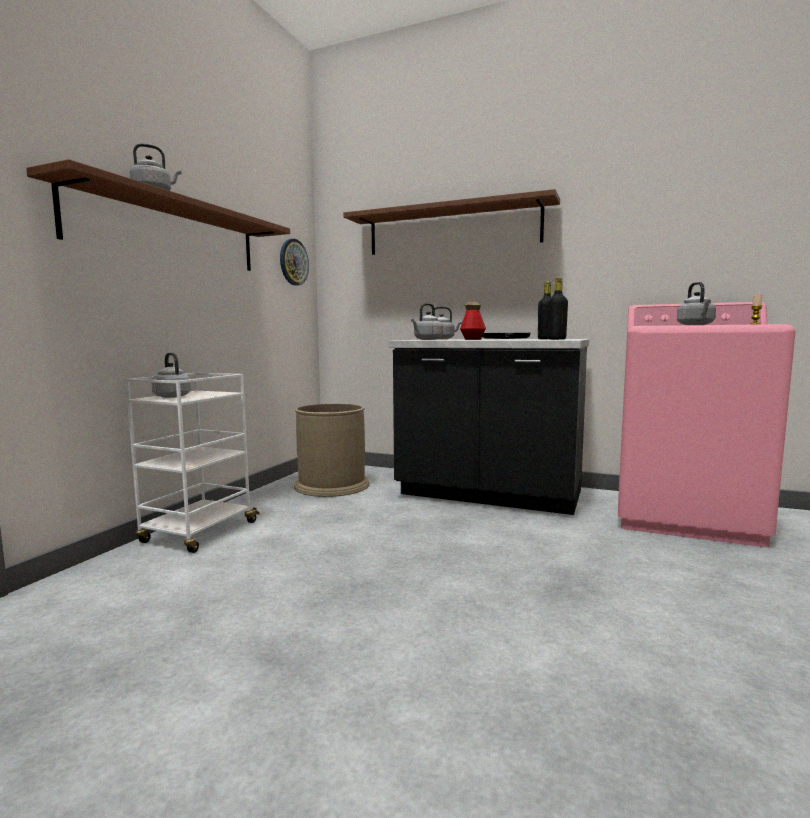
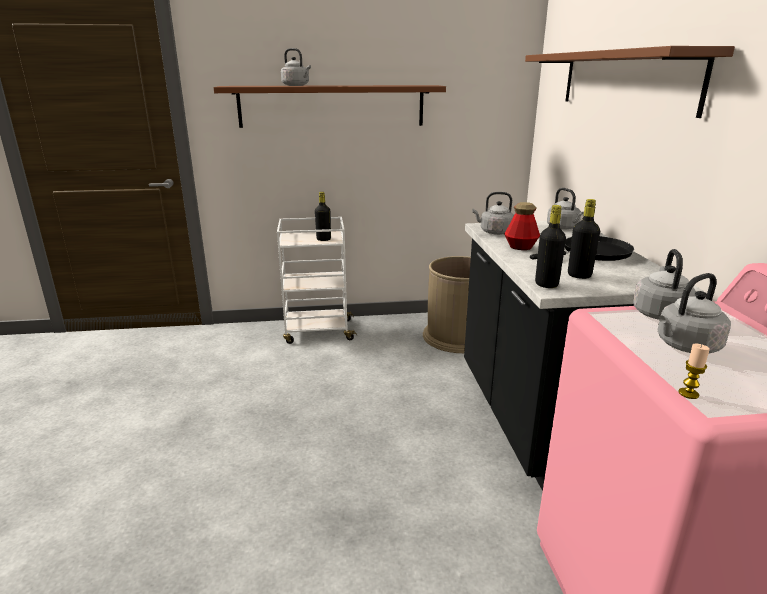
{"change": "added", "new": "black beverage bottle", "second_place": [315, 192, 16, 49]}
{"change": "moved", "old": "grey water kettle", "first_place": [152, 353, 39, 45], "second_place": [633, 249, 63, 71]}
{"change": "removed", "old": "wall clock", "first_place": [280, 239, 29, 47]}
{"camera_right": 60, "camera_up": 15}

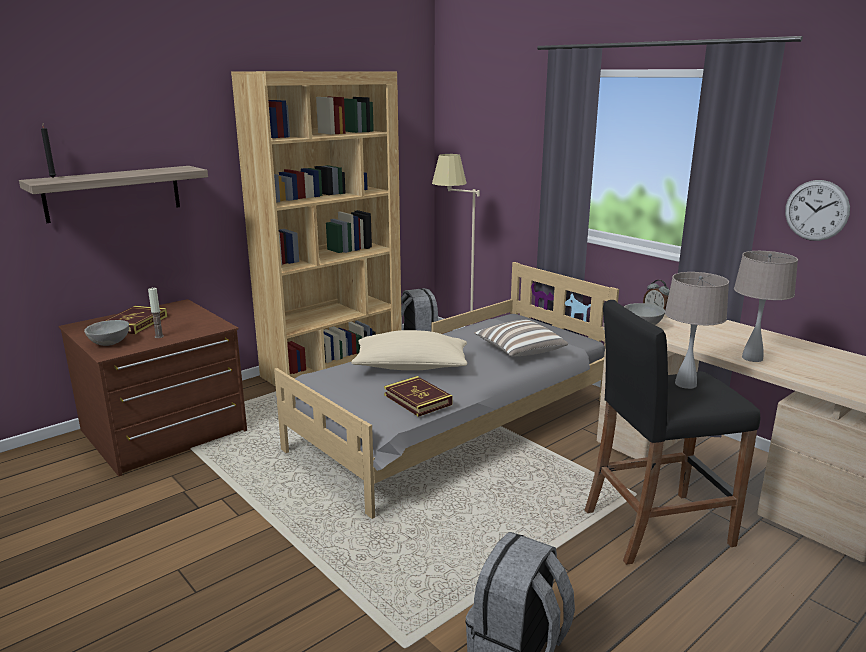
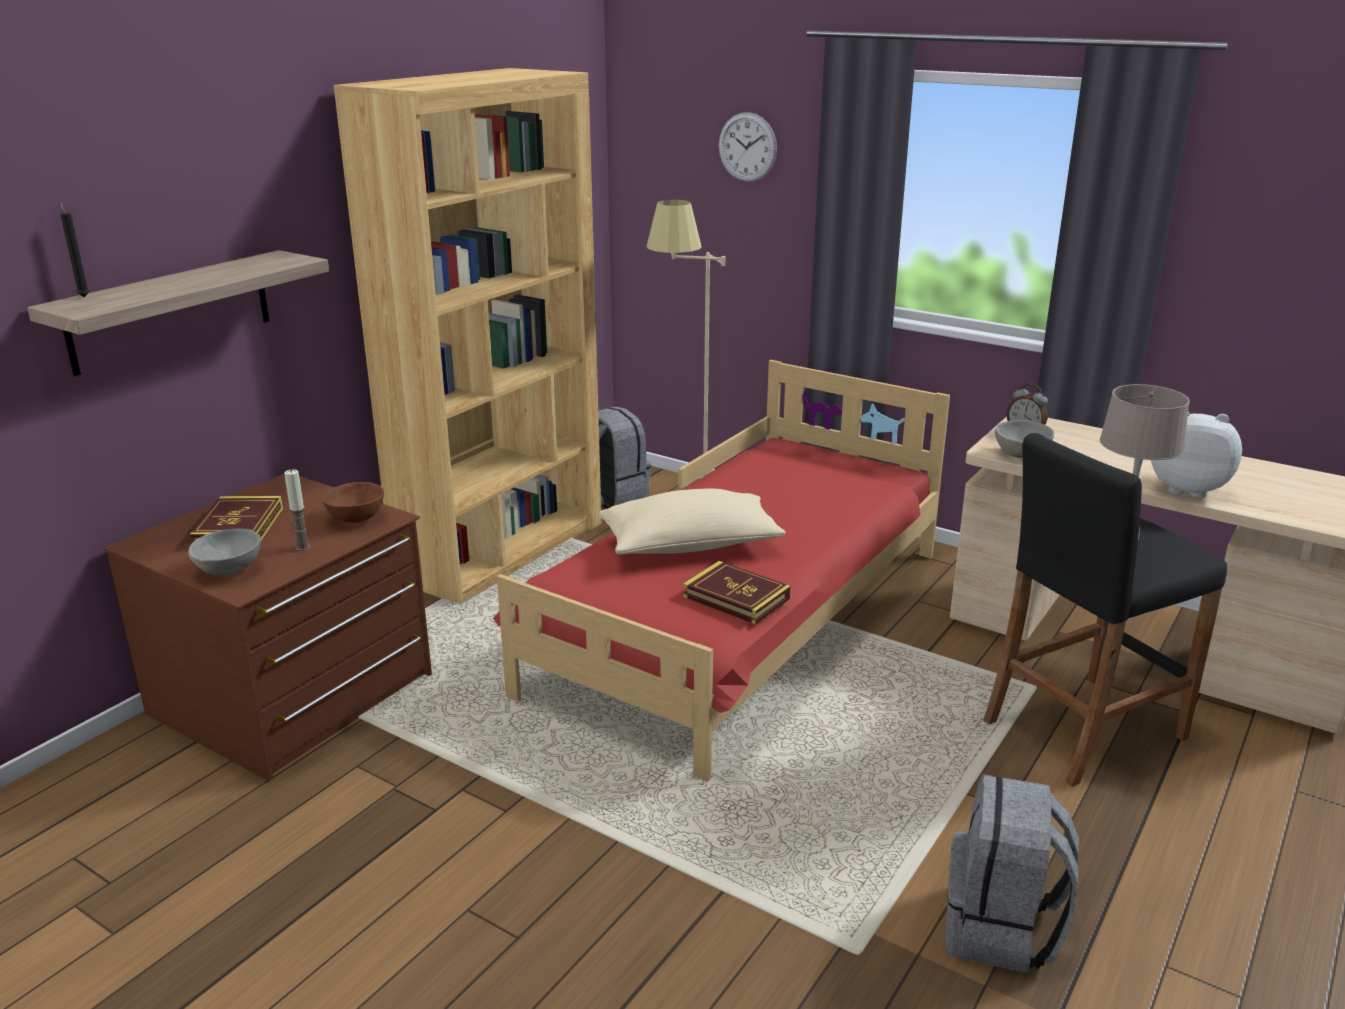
{"change": "added", "new": "brownish serving bowl", "second_place": [321, 482, 63, 41]}
{"change": "recoloured", "old": "grey sleeping bed", "new": "red-coloured sleeping bed", "first_place": [274, 262, 345, 257], "second_place": [493, 360, 457, 422]}
{"change": "moved", "old": "wall clock", "first_place": [785, 180, 65, 61], "second_place": [719, 112, 58, 70]}
{"change": "replaced", "old": "sand-coloured table lamp", "new": "soft toy", "first_place": [734, 251, 64, 111], "second_place": [1151, 412, 91, 86]}
{"change": "removed", "old": "cushion", "first_place": [474, 320, 94, 37]}
{"camera_right": -15, "camera_up": 5}

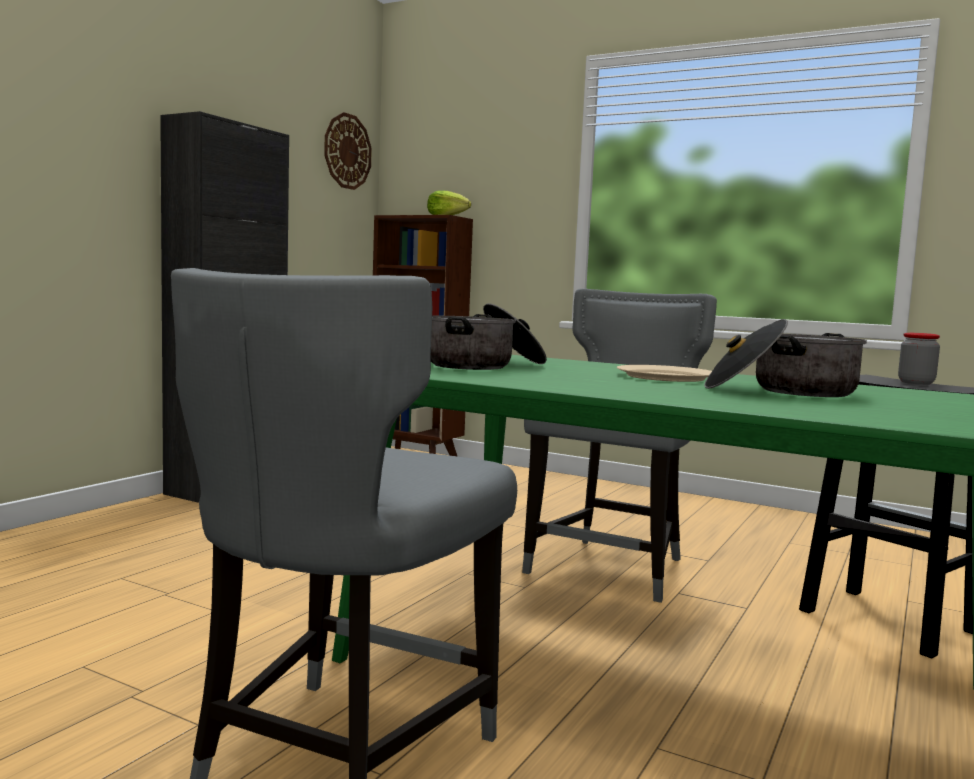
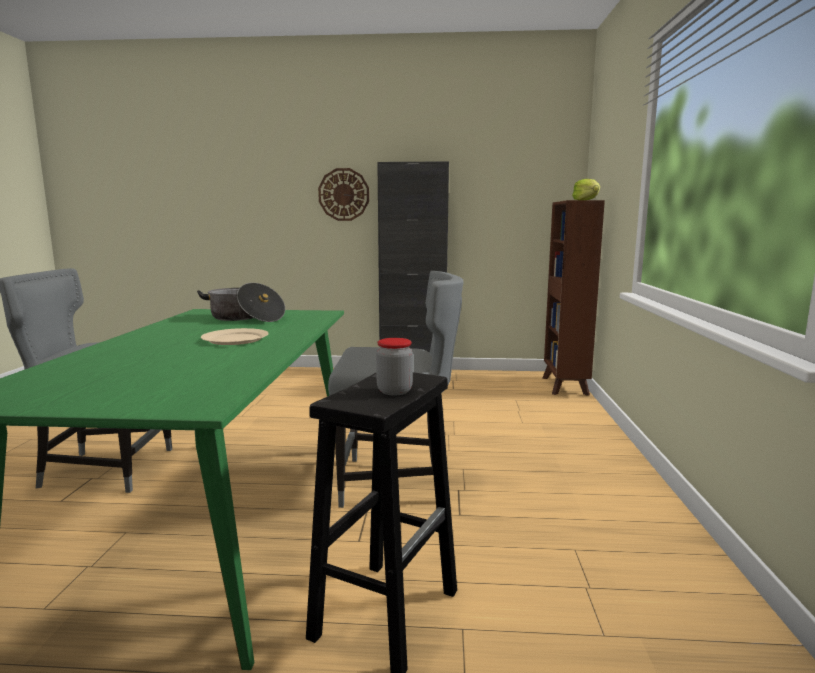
{"change": "moved", "old": "wall clock", "first_place": [324, 112, 48, 78], "second_place": [318, 168, 51, 53]}
{"change": "removed", "old": "saucepot", "first_place": [704, 319, 163, 78]}
{"camera_right": 65, "camera_up": 5}

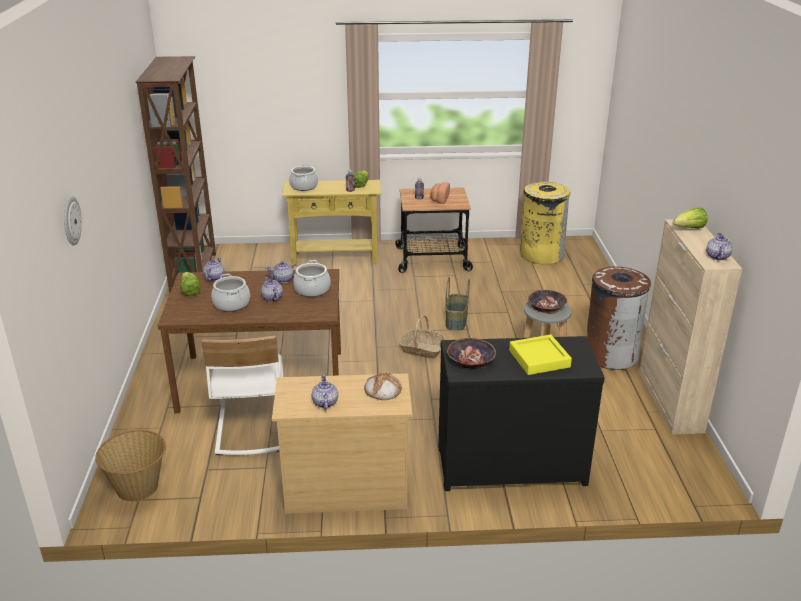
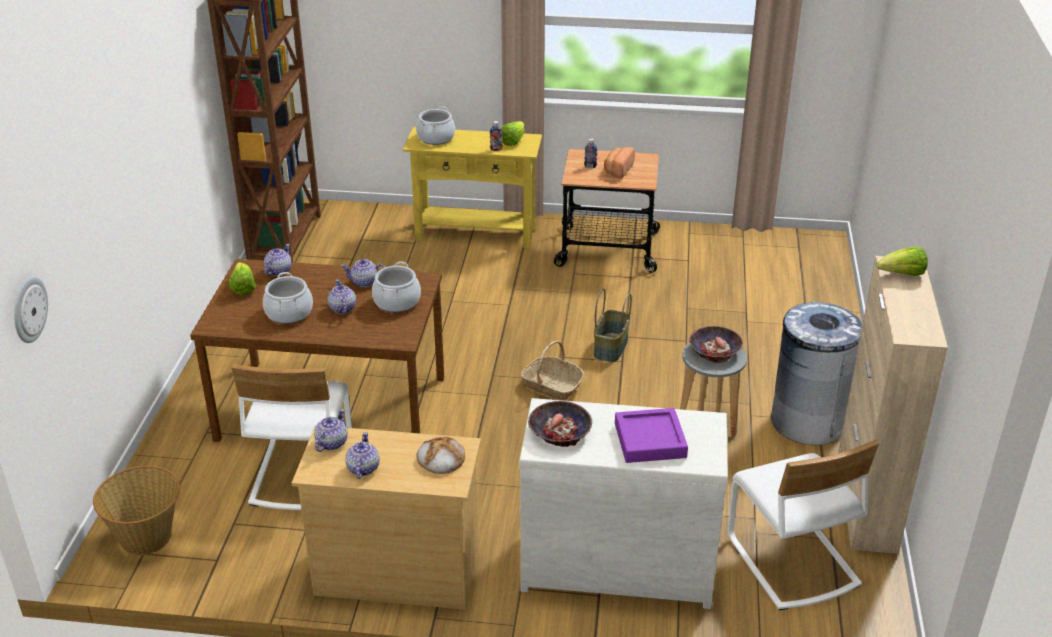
{"change": "moved", "old": "wall clock", "first_place": [64, 196, 18, 49], "second_place": [14, 277, 34, 66]}
{"change": "moved", "old": "teapot", "first_place": [706, 233, 27, 27], "second_place": [314, 409, 34, 43]}
{"change": "recoloured", "old": "black drawer chest", "new": "whitish drawer chest", "first_place": [438, 336, 167, 155], "second_place": [519, 398, 209, 211]}
{"change": "recoloured", "old": "yellow-coloured serving tray", "new": "purplish serving tray", "first_place": [509, 335, 63, 40], "second_place": [615, 408, 73, 55]}
{"change": "added", "new": "whitish upright chair", "second_place": [728, 440, 151, 170]}
{"change": "recoloured", "old": "brownish trash can", "new": "grey trash can", "first_place": [587, 266, 64, 104], "second_place": [771, 302, 91, 143]}
{"change": "removed", "old": "yellow-coloured trash can", "first_place": [520, 182, 50, 83]}
{"camera_right": 10, "camera_up": 5}

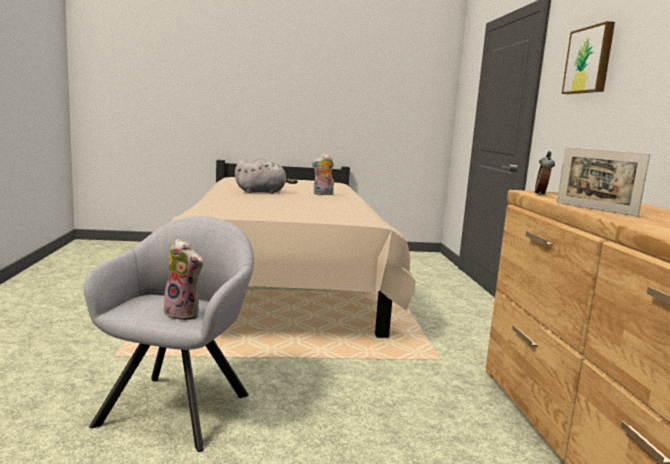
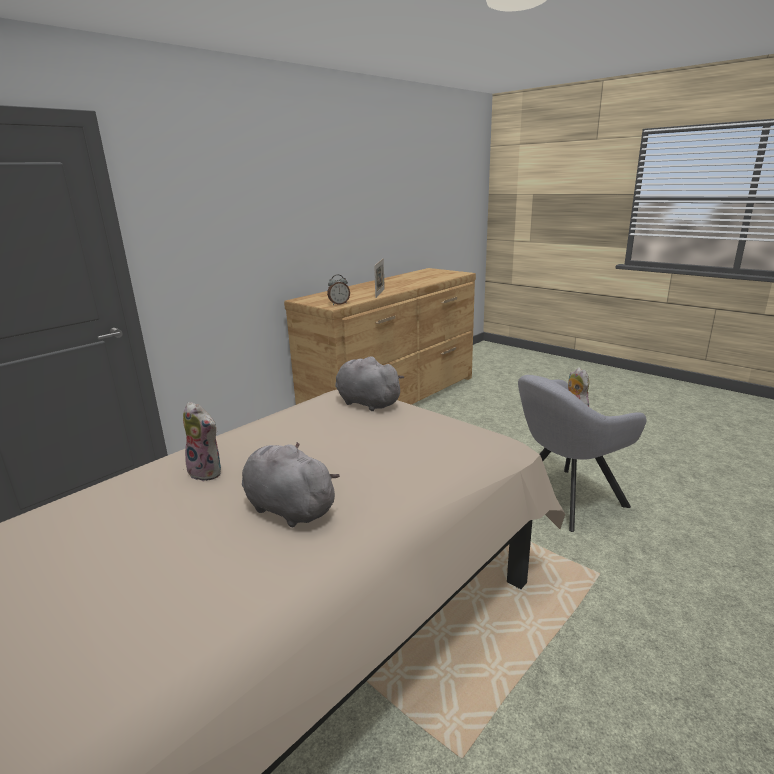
{"change": "added", "new": "grey soft toy", "second_place": [335, 356, 70, 55]}
{"change": "removed", "old": "picture", "first_place": [562, 21, 53, 73]}
{"camera_right": -130, "camera_up": 10}

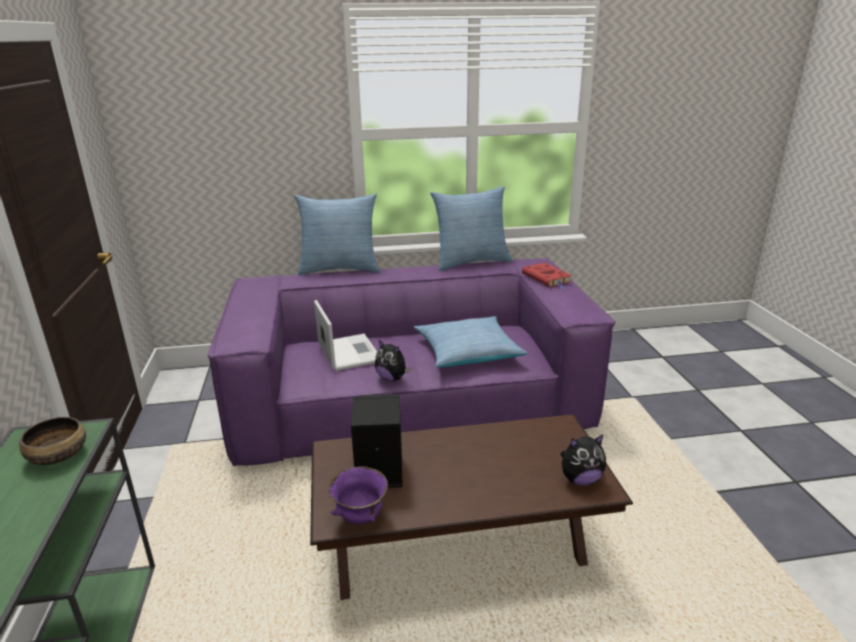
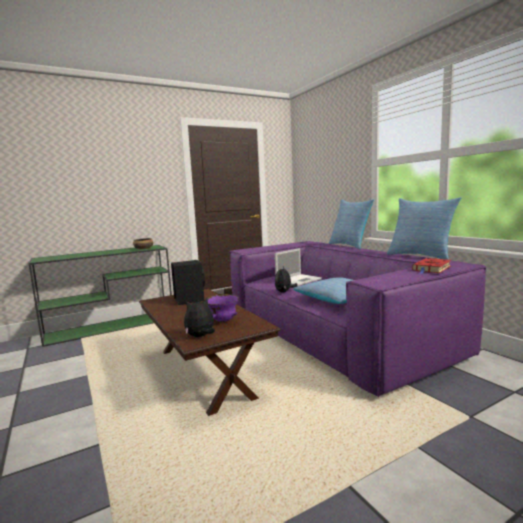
{"change": "turned", "old": "soft toy", "first_place": [560, 434, 46, 51], "second_place": [184, 298, 31, 39], "degrees": 90}
{"change": "moved", "old": "purplish serving bowl", "first_place": [327, 466, 61, 58], "second_place": [207, 294, 32, 28]}
{"camera_right": 70, "camera_up": -15}

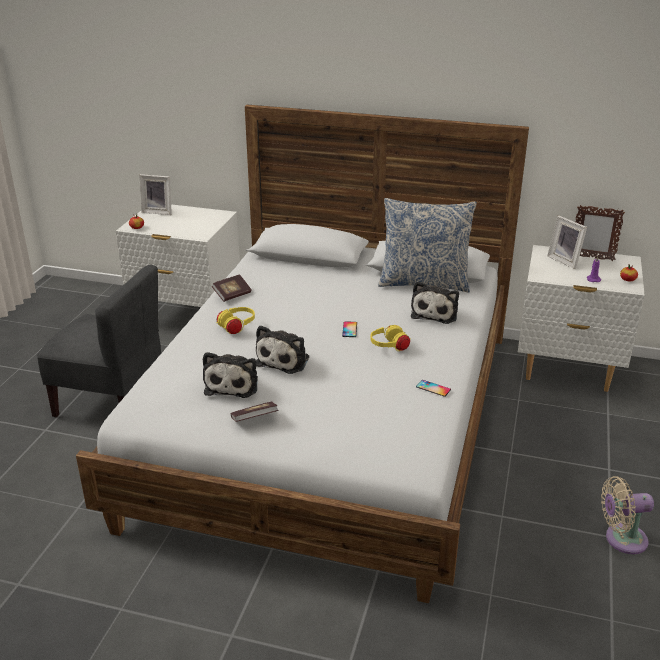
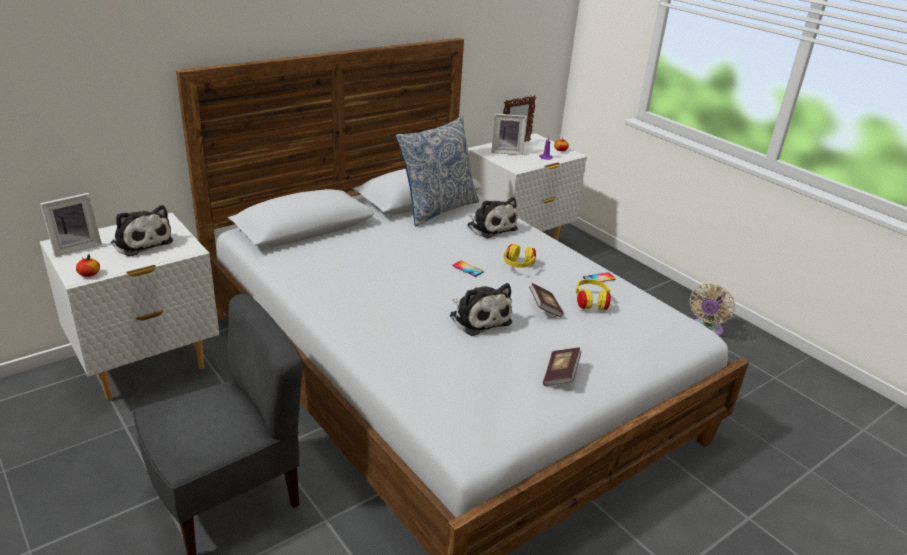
{"change": "moved", "old": "soft toy", "first_place": [203, 352, 55, 46], "second_place": [111, 205, 62, 52]}
{"change": "moved", "old": "bound book", "first_place": [212, 274, 40, 28], "second_place": [529, 283, 34, 34]}
{"change": "moved", "old": "yellow-coloured headset", "first_place": [217, 307, 38, 27], "second_place": [576, 279, 35, 31]}
{"camera_right": -55, "camera_up": 0}

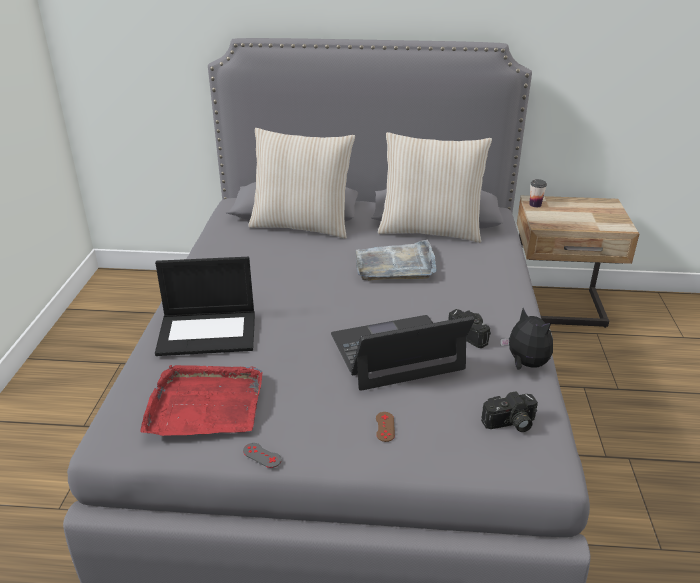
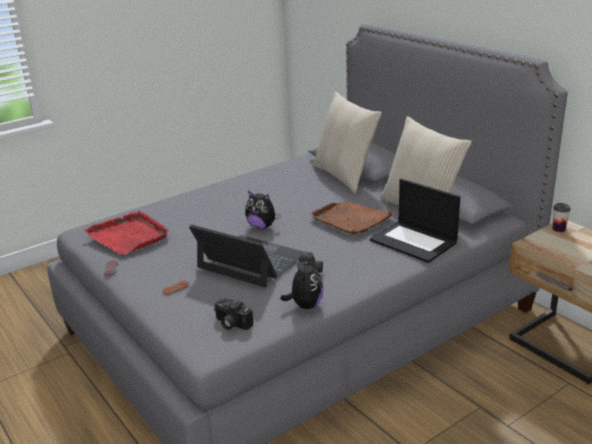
{"change": "added", "new": "soft toy", "second_place": [245, 190, 36, 39]}
{"change": "recoloured", "old": "grey serving tray", "new": "brownish serving tray", "first_place": [356, 240, 81, 41], "second_place": [310, 201, 85, 34]}
{"change": "moved", "old": "laptop", "first_place": [155, 257, 100, 99], "second_place": [370, 179, 90, 84]}
{"camera_right": 50, "camera_up": -5}

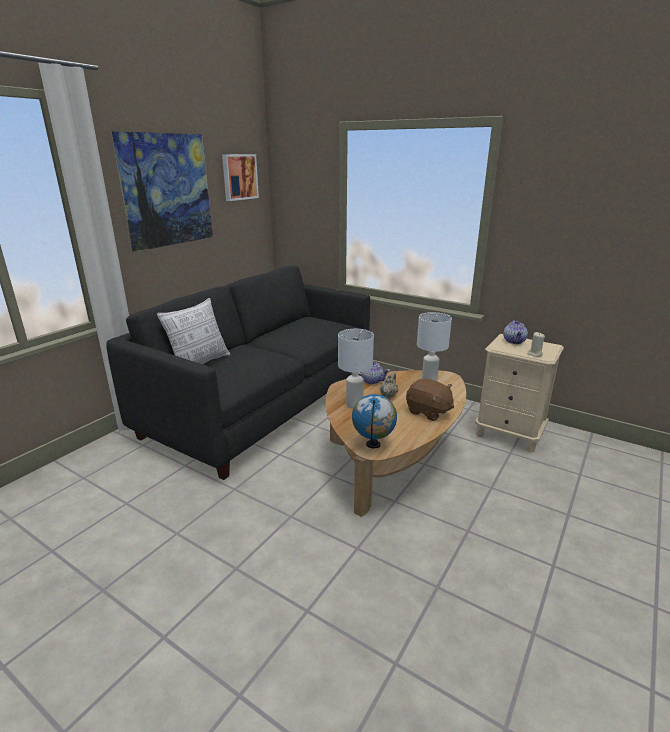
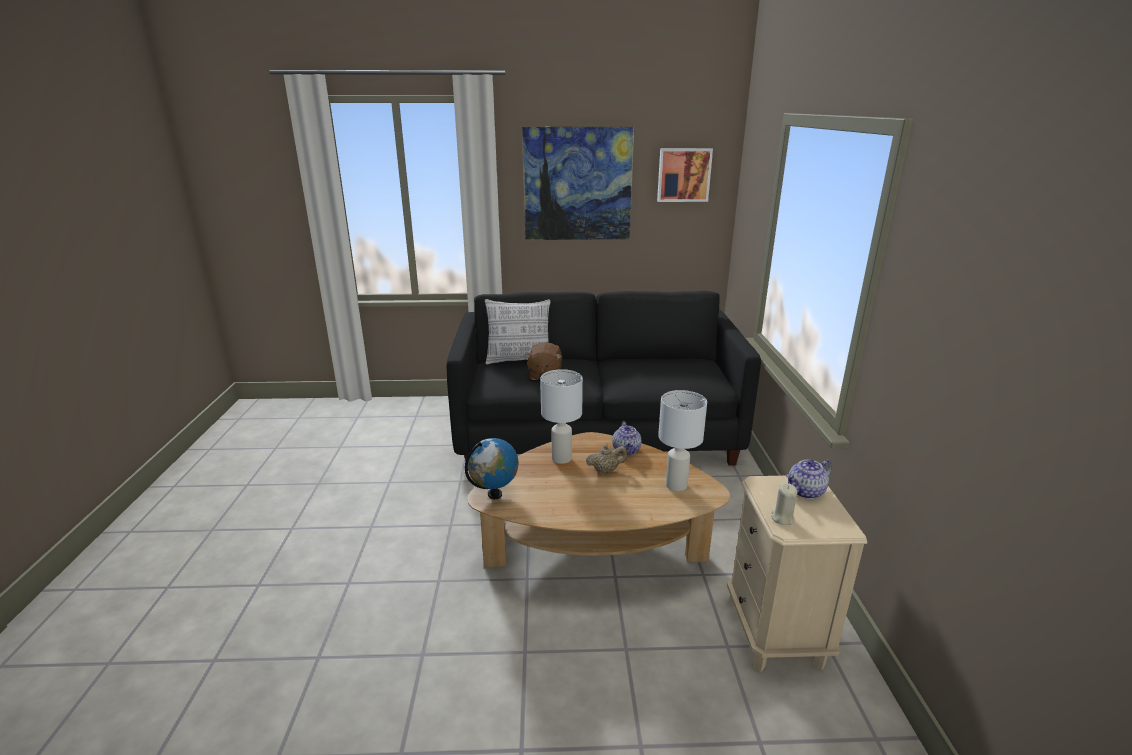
{"change": "moved", "old": "brownish soft toy", "first_place": [406, 378, 48, 43], "second_place": [525, 342, 37, 38]}
{"camera_right": 55, "camera_up": 0}

